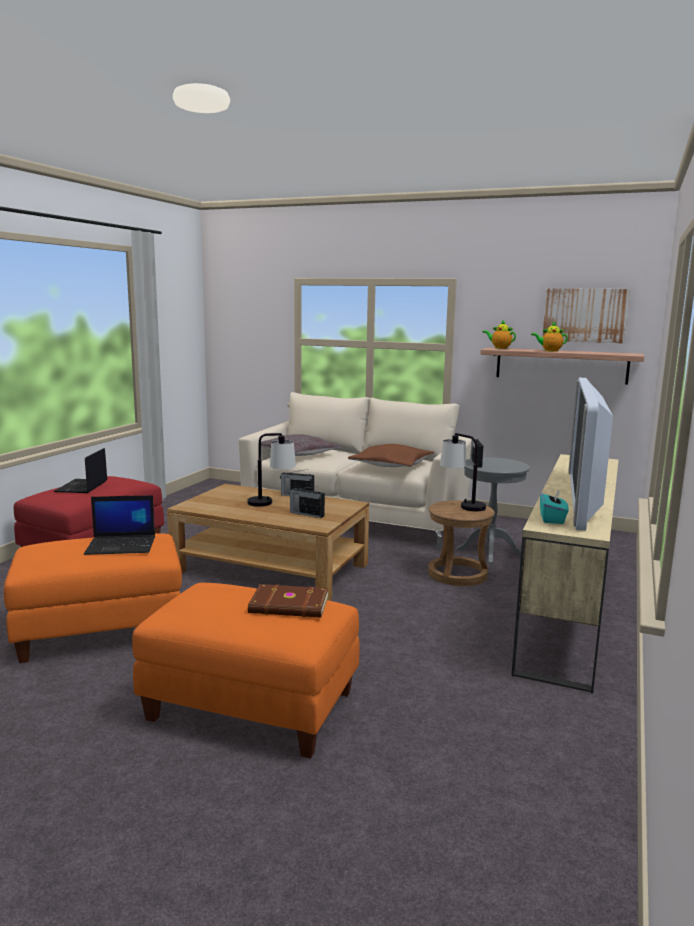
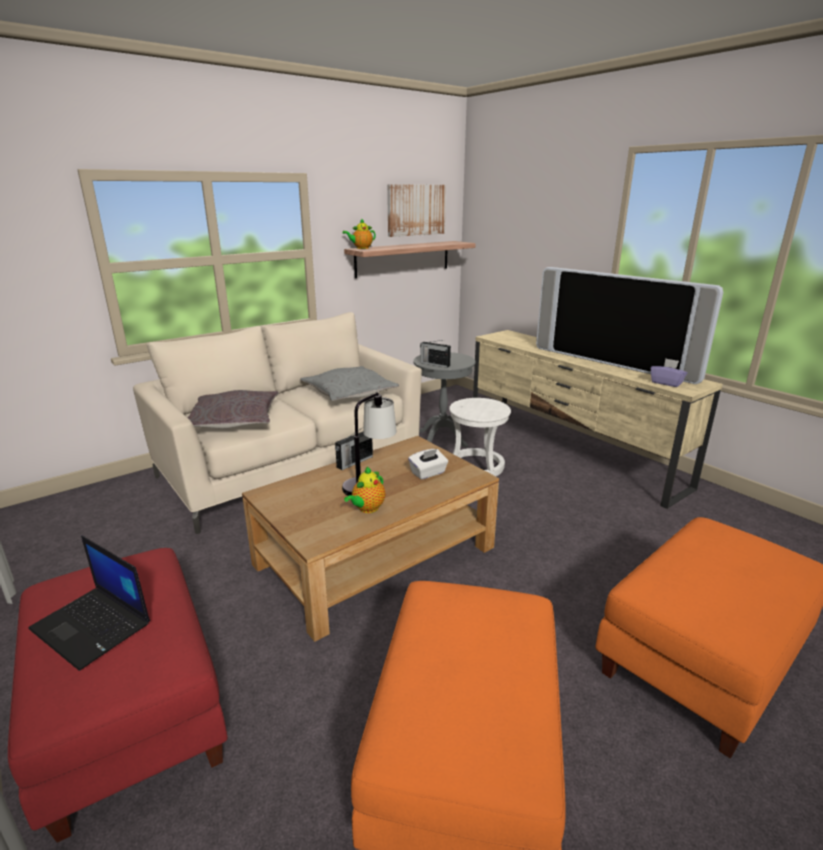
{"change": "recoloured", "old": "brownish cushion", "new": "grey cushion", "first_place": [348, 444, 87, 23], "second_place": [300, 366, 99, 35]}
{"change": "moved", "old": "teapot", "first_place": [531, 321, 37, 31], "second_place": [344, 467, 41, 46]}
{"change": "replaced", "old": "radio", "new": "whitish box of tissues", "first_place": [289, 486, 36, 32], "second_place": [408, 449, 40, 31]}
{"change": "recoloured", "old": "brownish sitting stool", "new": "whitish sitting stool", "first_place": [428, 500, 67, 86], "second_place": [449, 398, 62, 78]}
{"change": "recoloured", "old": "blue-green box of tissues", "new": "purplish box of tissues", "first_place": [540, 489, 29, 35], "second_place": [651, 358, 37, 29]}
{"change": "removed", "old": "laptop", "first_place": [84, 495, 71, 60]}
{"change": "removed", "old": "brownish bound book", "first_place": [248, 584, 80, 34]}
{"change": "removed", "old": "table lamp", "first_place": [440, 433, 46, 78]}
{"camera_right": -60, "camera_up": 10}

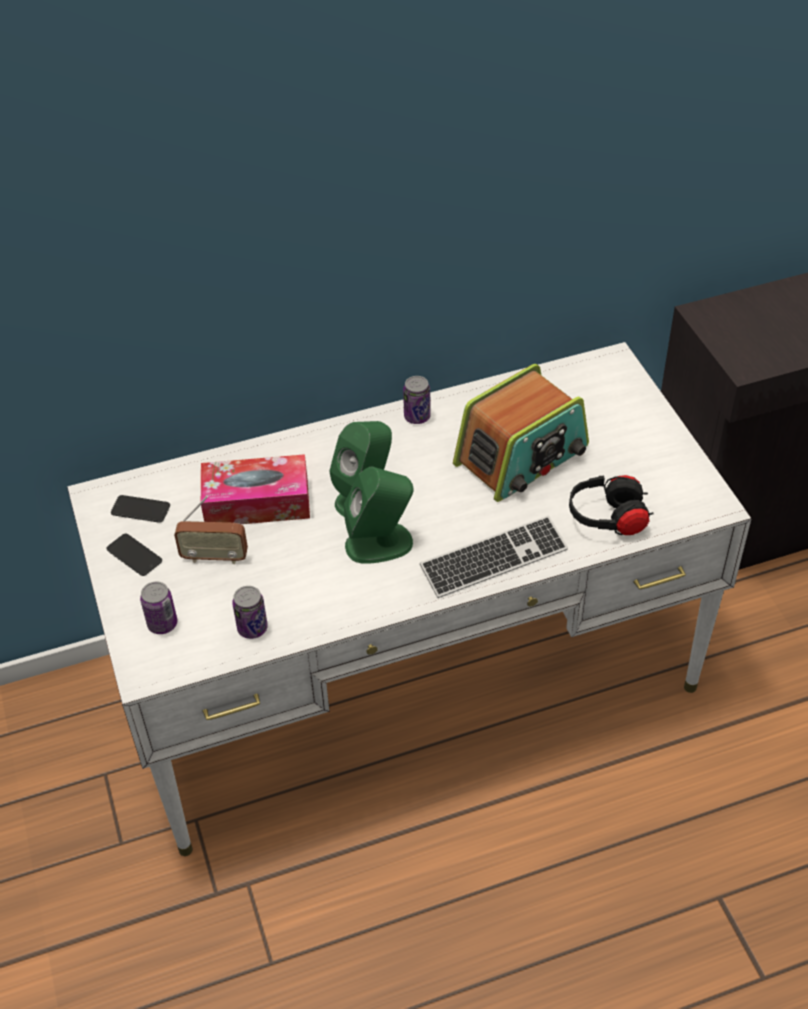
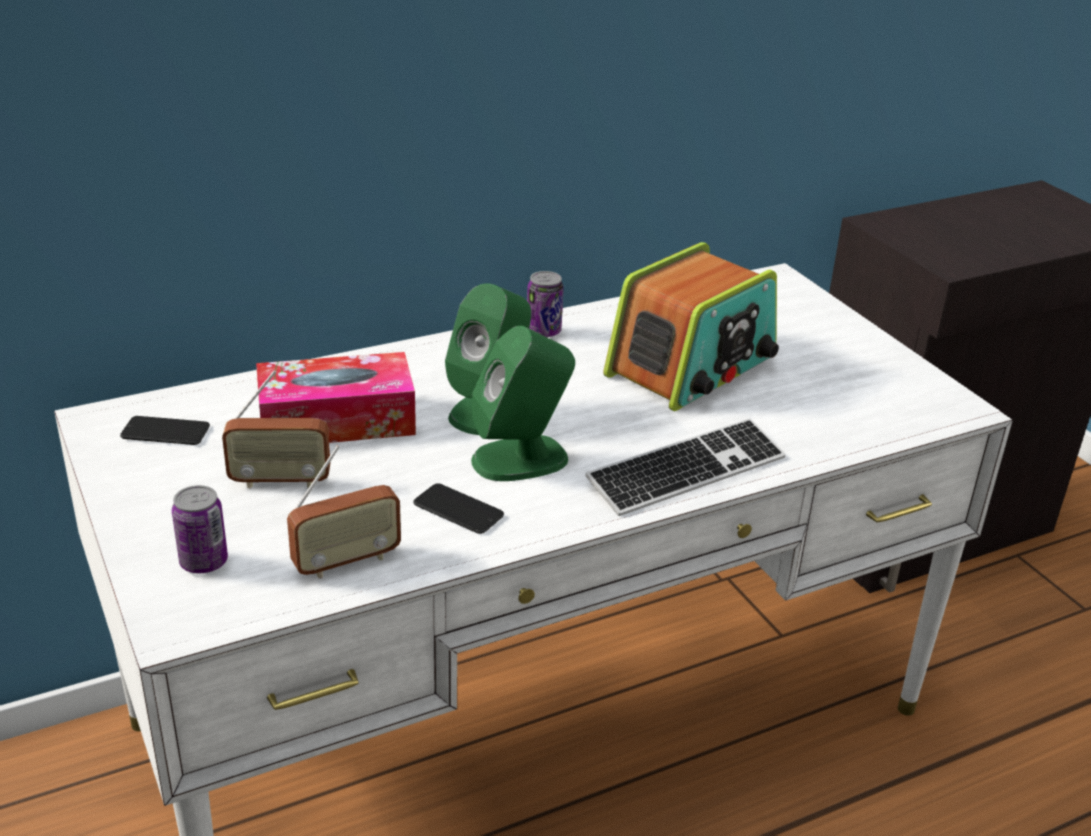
{"change": "replaced", "old": "sealed can", "new": "radio", "first_place": [232, 586, 36, 53], "second_place": [287, 445, 114, 133]}
{"change": "moved", "old": "phone", "first_place": [106, 534, 56, 42], "second_place": [413, 483, 91, 51]}
{"change": "removed", "old": "black headset", "first_place": [569, 475, 85, 60]}
{"camera_right": -10, "camera_up": -15}

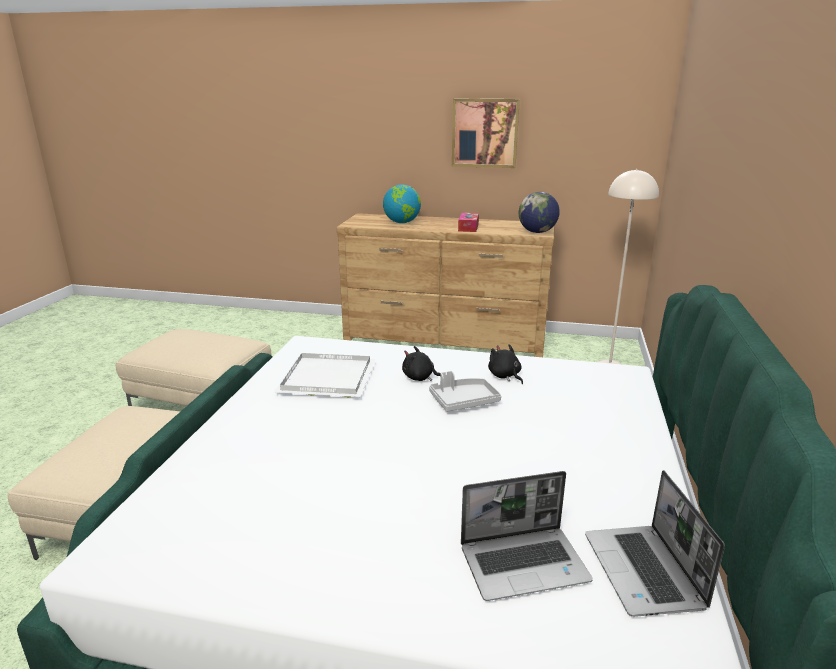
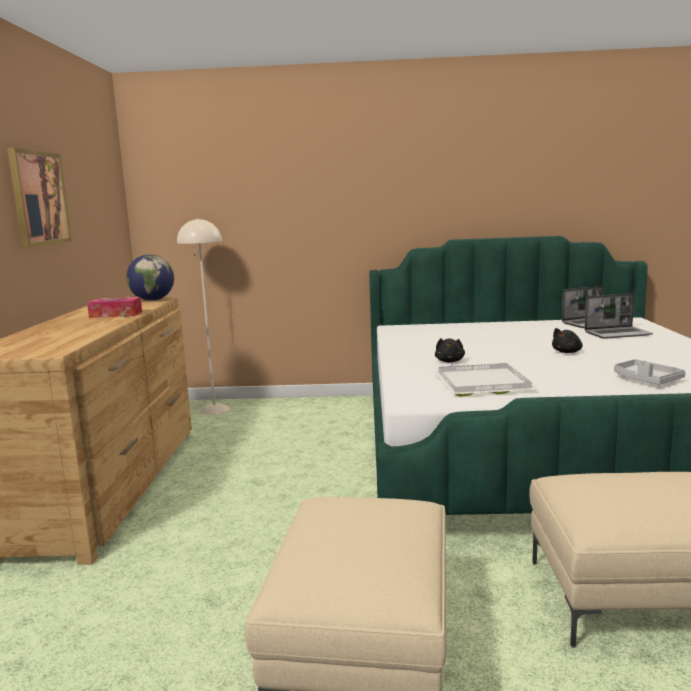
{"change": "moved", "old": "black soft toy", "first_place": [488, 344, 35, 40], "second_place": [552, 328, 31, 25]}
{"change": "turned", "old": "laptop", "first_place": [461, 471, 132, 130], "second_place": [584, 293, 69, 46], "degrees": 105}
{"change": "moved", "old": "grey serving tray", "first_place": [429, 371, 72, 41], "second_place": [614, 359, 72, 26]}
{"change": "removed", "old": "desk globe", "first_place": [383, 185, 38, 38]}
{"camera_right": -100, "camera_up": -10}

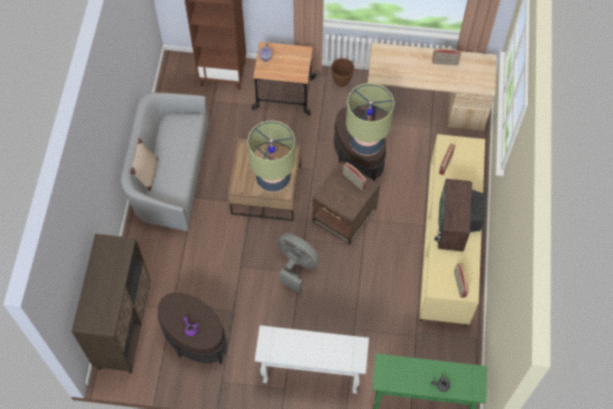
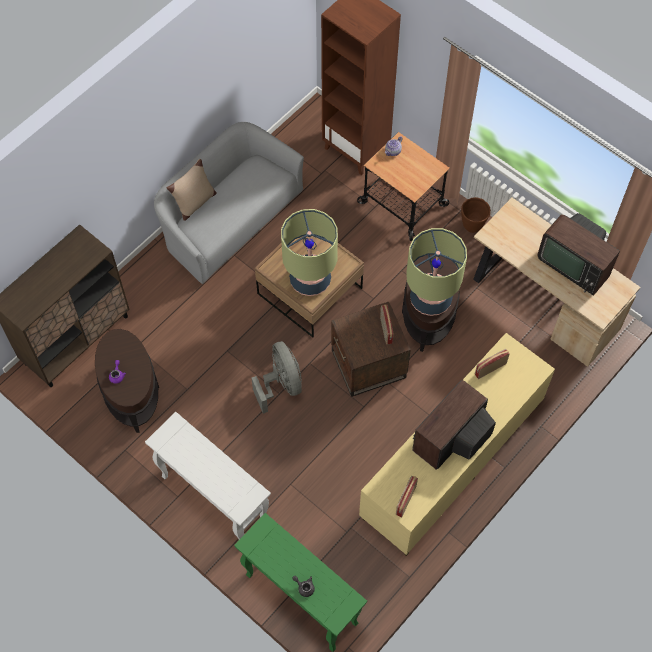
{"change": "replaced", "old": "radio", "new": "TV", "first_place": [432, 48, 29, 17], "second_place": [537, 213, 83, 82]}
{"camera_right": 35, "camera_up": 0}

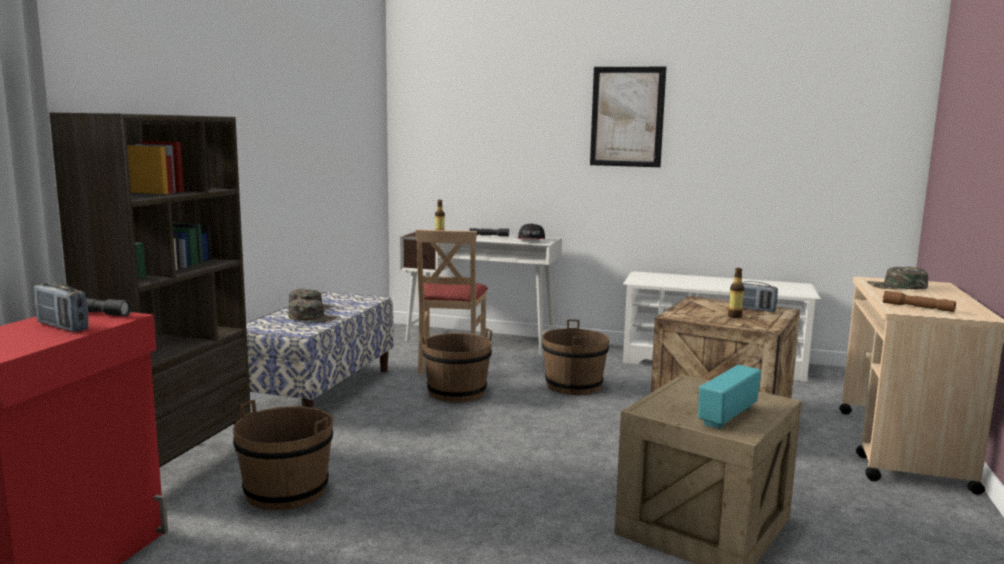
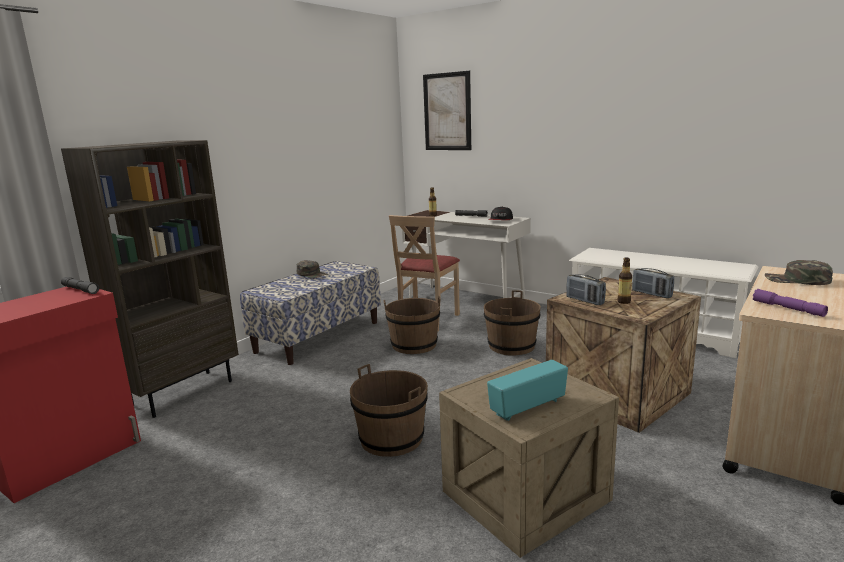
{"change": "moved", "old": "brownish pail", "first_place": [233, 400, 100, 110], "second_place": [350, 364, 78, 93]}
{"change": "moved", "old": "picture", "first_place": [590, 67, 76, 100], "second_place": [423, 71, 48, 79]}
{"change": "moved", "old": "radio", "first_place": [34, 282, 55, 50], "second_place": [566, 274, 40, 31]}
{"change": "recoloured", "old": "brownish hand torch", "new": "purplish hand torch", "first_place": [883, 291, 73, 21], "second_place": [753, 289, 75, 28]}
{"change": "removed", "old": "green cap", "first_place": [288, 299, 51, 24]}
{"camera_right": 20, "camera_up": 5}

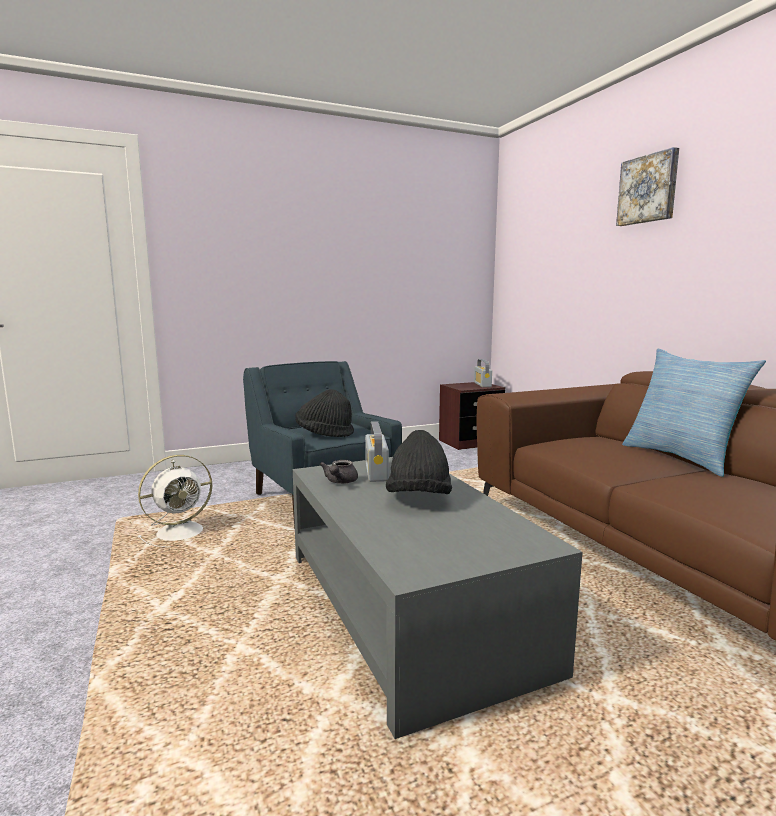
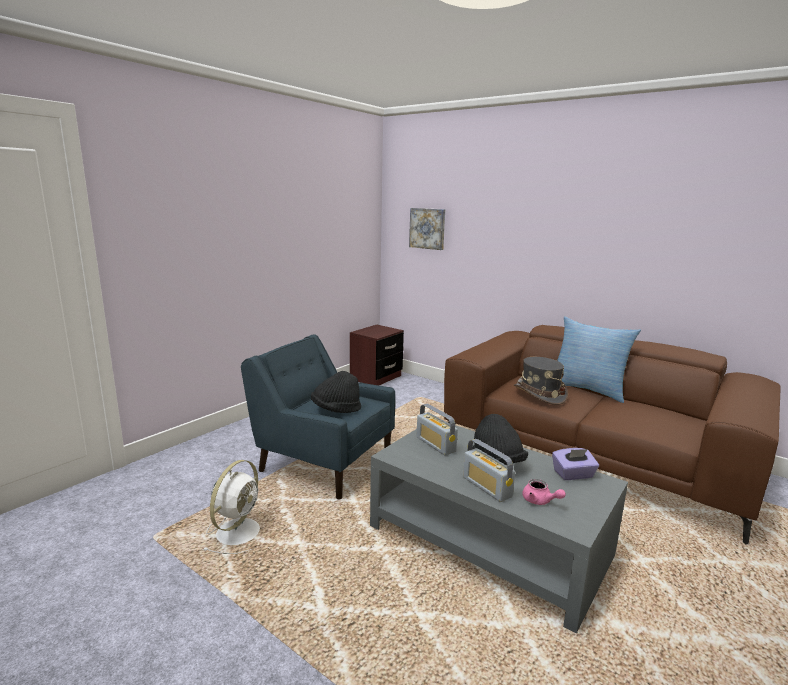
{"change": "moved", "old": "picture", "first_place": [616, 147, 63, 79], "second_place": [409, 208, 36, 42]}
{"change": "moved", "old": "radio", "first_place": [474, 359, 18, 28], "second_place": [463, 439, 52, 63]}
{"change": "added", "new": "grey clothing hat", "second_place": [514, 357, 54, 48]}
{"change": "added", "new": "pink-coloured teapot", "second_place": [522, 479, 44, 26]}
{"change": "added", "new": "purplish box of tissues", "second_place": [552, 448, 47, 32]}
{"change": "removed", "old": "grey teapot", "first_place": [320, 460, 38, 24]}
{"camera_right": -30, "camera_up": 5}

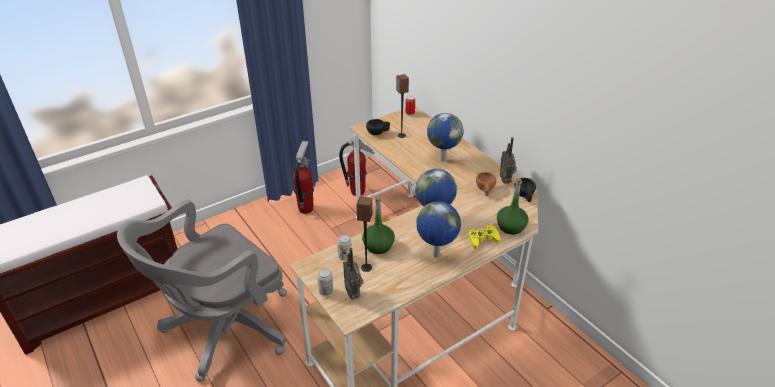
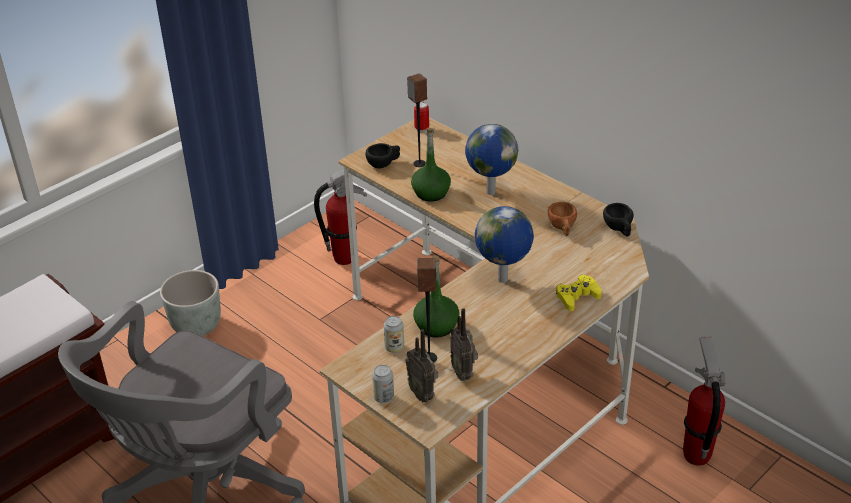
{"change": "added", "new": "grey planter", "second_place": [160, 270, 61, 66]}
{"change": "moved", "old": "green beverage bottle", "first_place": [497, 178, 32, 56], "second_place": [411, 127, 40, 75]}
{"change": "moved", "old": "radio", "first_place": [500, 137, 17, 47], "second_place": [450, 308, 28, 73]}
{"change": "moved", "old": "fire extinguisher", "first_place": [293, 141, 21, 73], "second_place": [683, 336, 42, 130]}
{"change": "removed", "old": "desk globe", "first_place": [416, 201, 45, 57]}
{"camera_right": -10, "camera_up": 0}

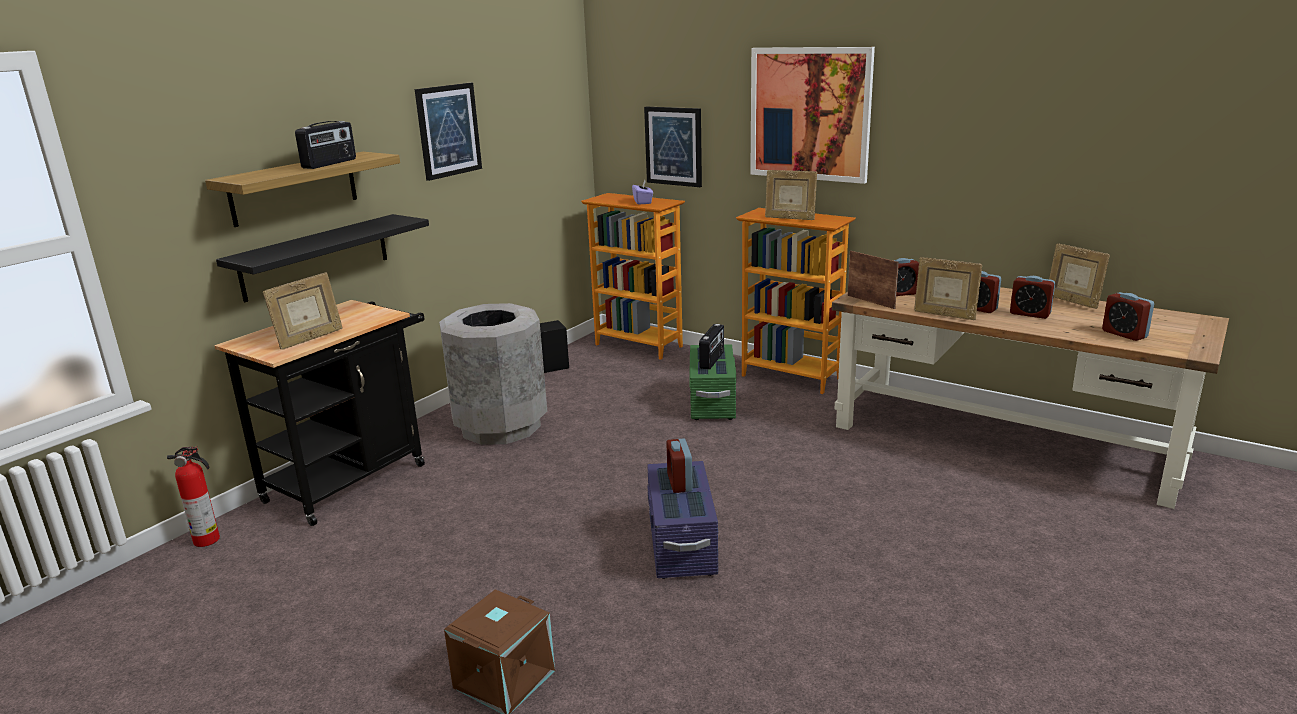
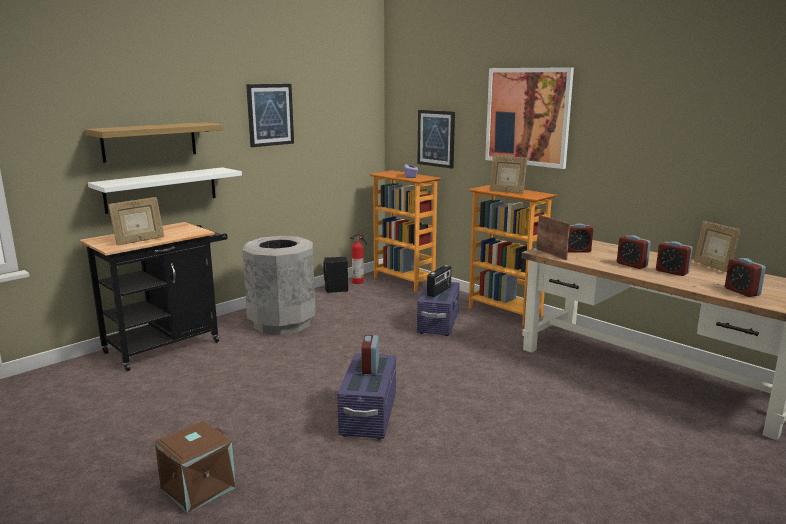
{"change": "recoloured", "old": "black bracket shelf", "new": "whitish bracket shelf", "first_place": [216, 214, 213, 88], "second_place": [88, 167, 154, 47]}
{"change": "moved", "old": "fire extinguisher", "first_place": [167, 447, 53, 100], "second_place": [350, 234, 17, 50]}
{"change": "recoloured", "old": "green storage box", "new": "purplish storage box", "first_place": [690, 344, 46, 76], "second_place": [417, 282, 43, 54]}
{"change": "removed", "old": "radio", "first_place": [295, 121, 61, 48]}
{"change": "removed", "old": "standing frame", "first_place": [914, 257, 68, 63]}
{"camera_right": 10, "camera_up": -5}

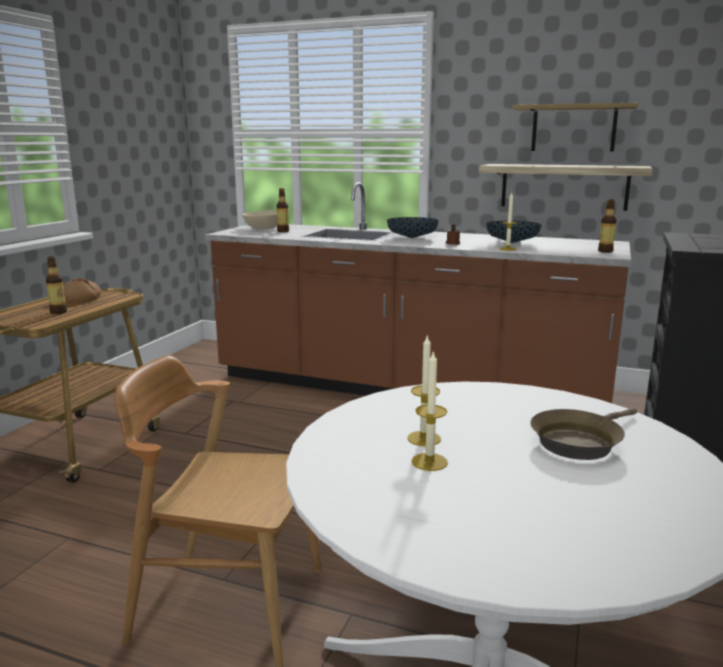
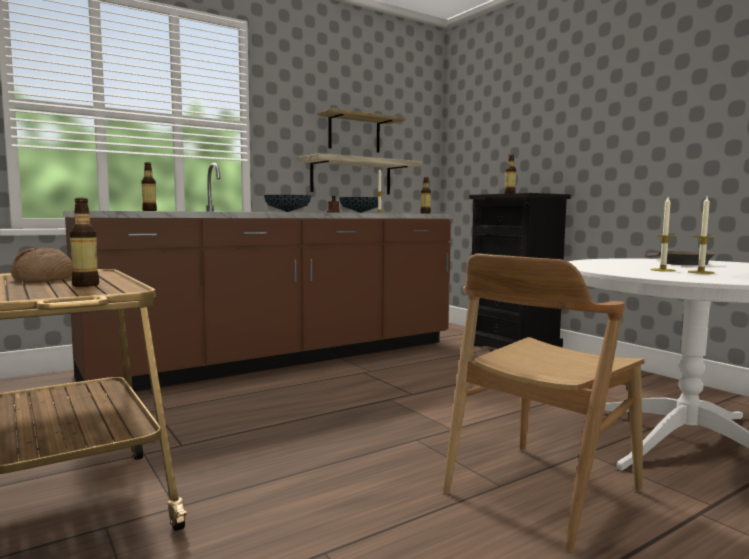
{"change": "added", "new": "beverage bottle", "second_place": [504, 154, 12, 40]}
{"change": "removed", "old": "sand-coloured serving bowl", "first_place": [242, 210, 36, 19]}
{"camera_right": -55, "camera_up": -10}

